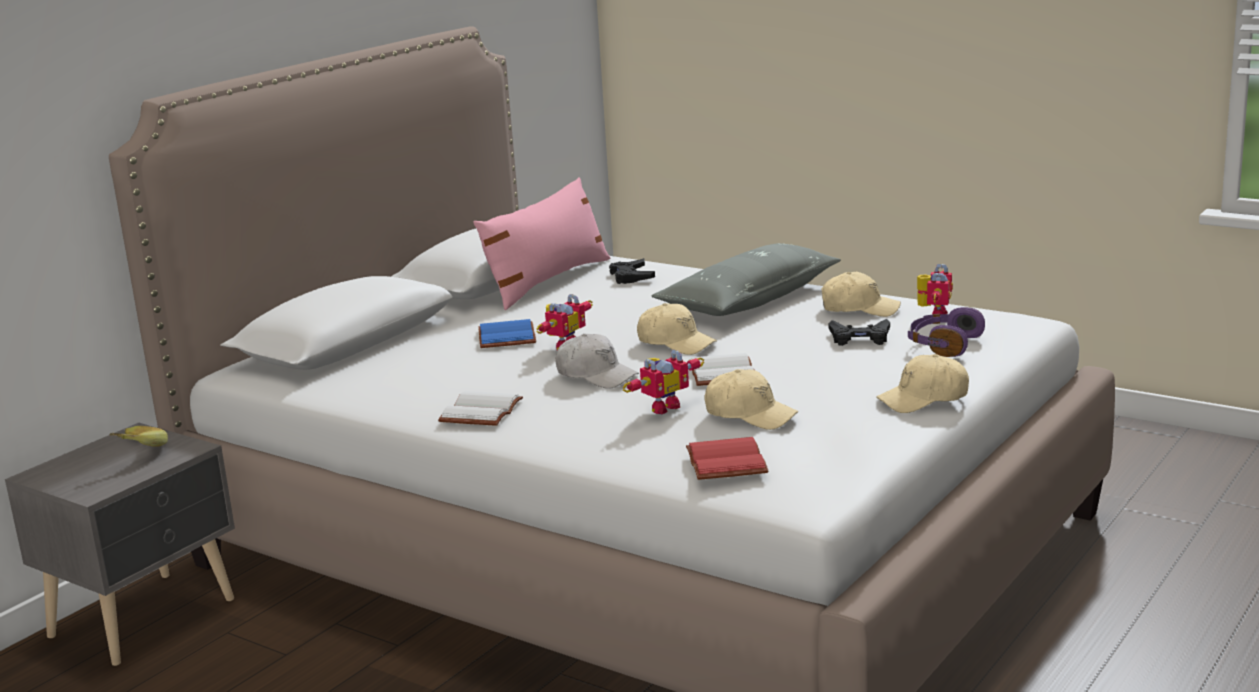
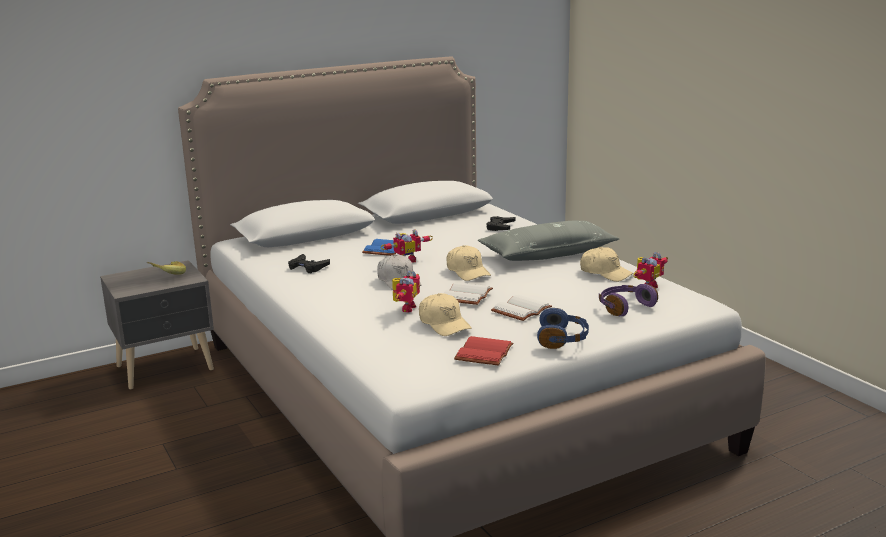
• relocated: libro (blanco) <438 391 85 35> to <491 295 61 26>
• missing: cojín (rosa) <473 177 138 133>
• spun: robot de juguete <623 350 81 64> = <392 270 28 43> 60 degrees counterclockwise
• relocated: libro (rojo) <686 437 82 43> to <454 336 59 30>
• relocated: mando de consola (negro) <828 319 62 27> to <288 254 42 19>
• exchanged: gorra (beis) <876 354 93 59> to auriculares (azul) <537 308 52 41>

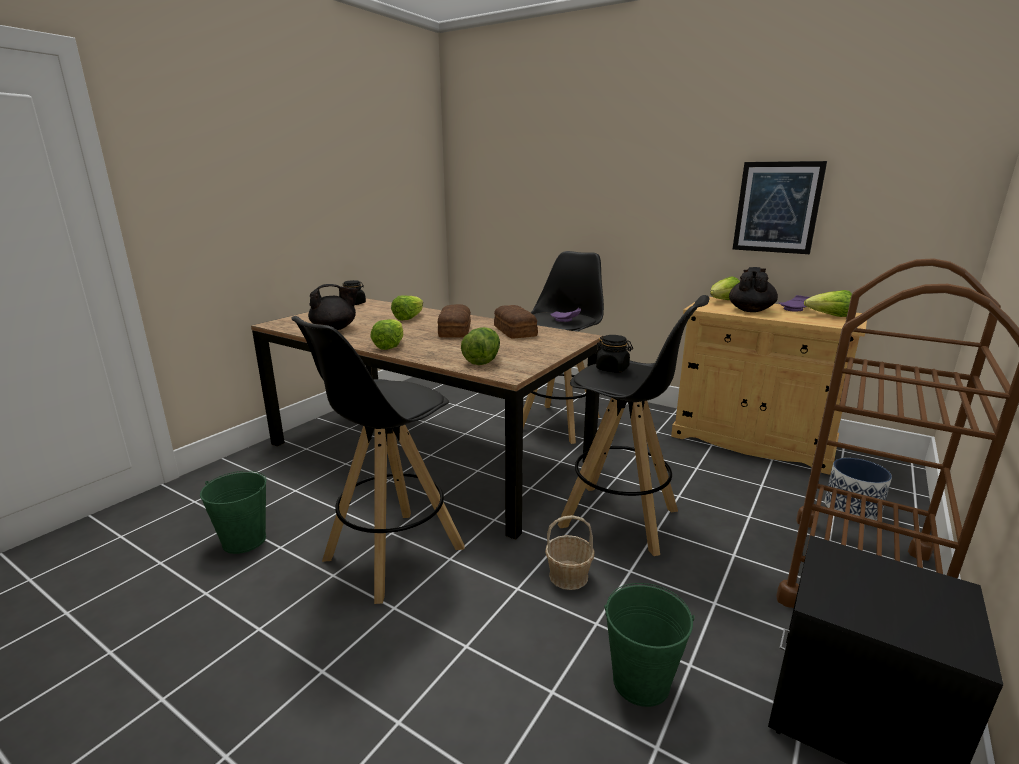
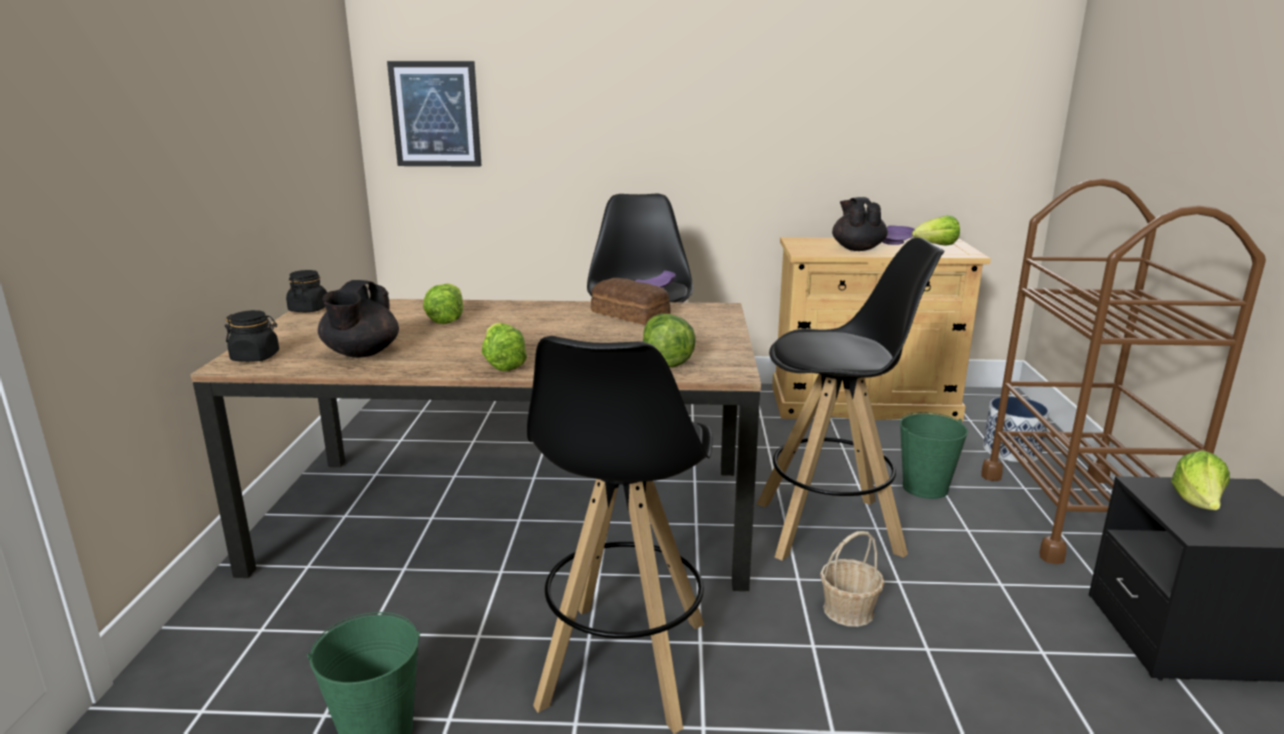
• spun: tetera (negro) <308 284 50 46> = <318 280 81 78> 150 degrees clockwise
• missing: pan <437 304 34 33>
• relocated: tarro (negro) <595 335 38 38> to <225 310 54 52>
• relocated: cubo (verde) <604 583 91 124> to <900 412 68 87>
• relocated: lechuga <710 276 30 24> to <1171 450 59 60>
• relocated: cuadro <733 161 94 93> to <387 61 95 106>

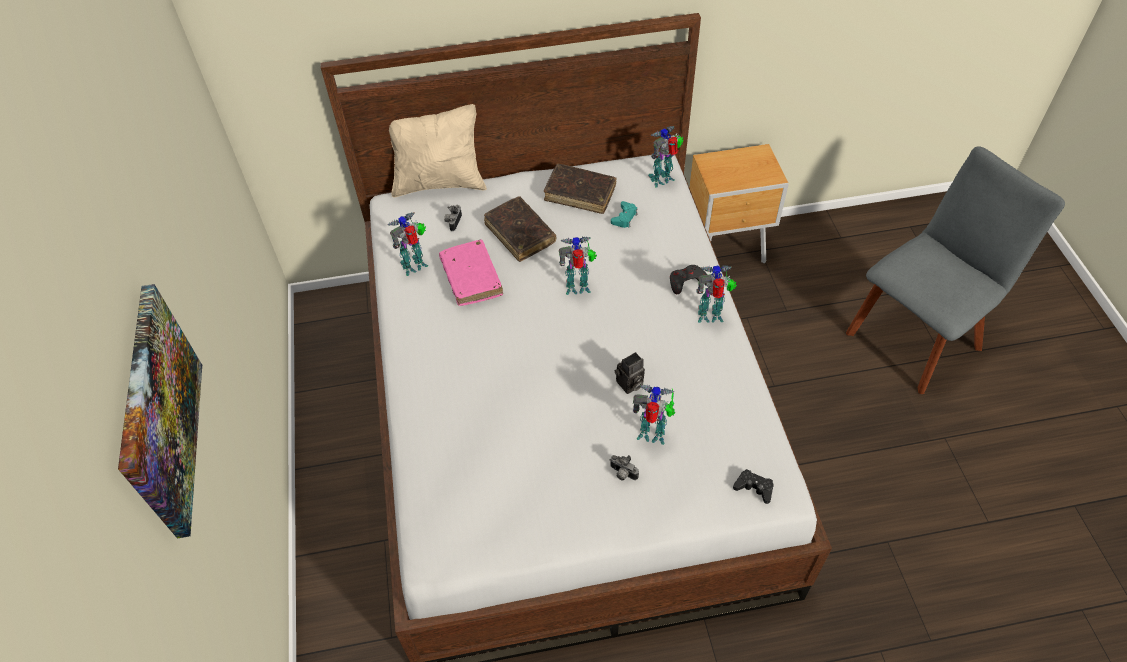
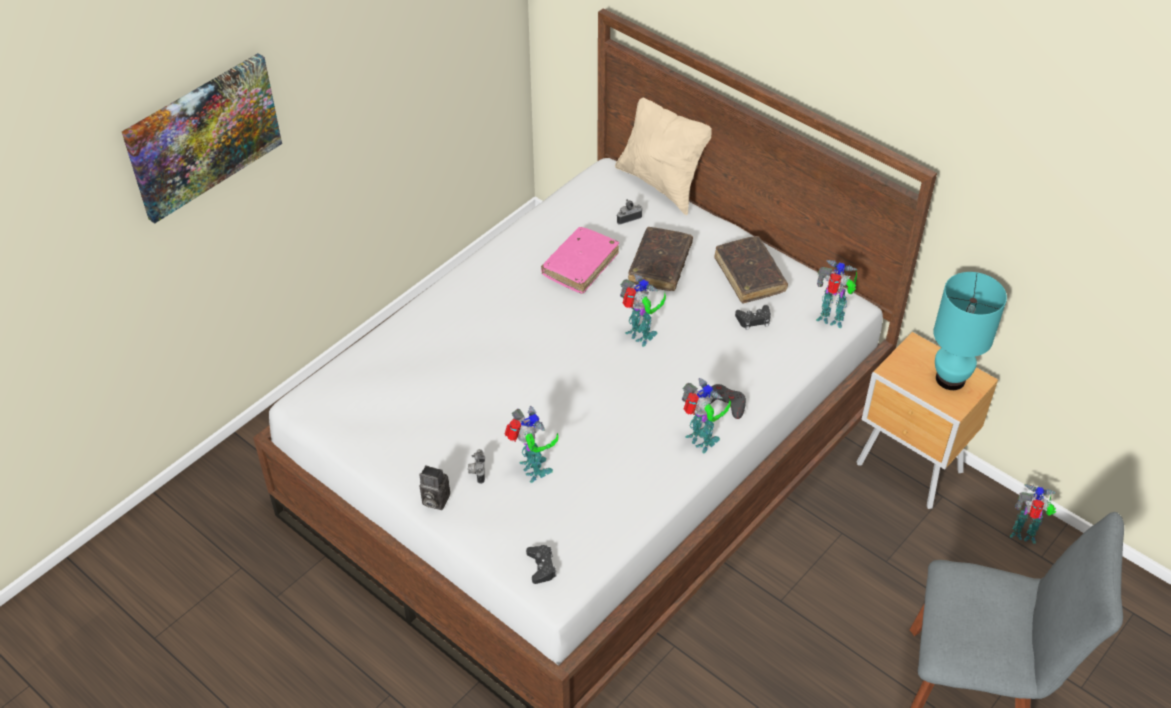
• relocated: robot de juguete <387 213 41 63> to <1010 484 46 60>
• colour: mando de consola (turquesa) <611 201 26 27> to mando de consola (negro) <735 305 36 25>
• relocated: cámara <615 352 30 42> to <420 465 30 45>
• appeared: lámpara de mesa (turquesa) <933 272 74 118>

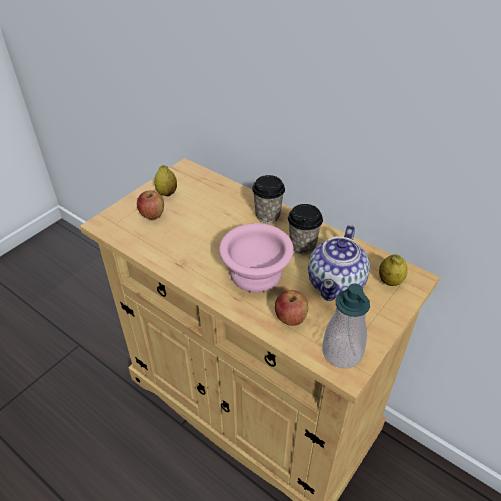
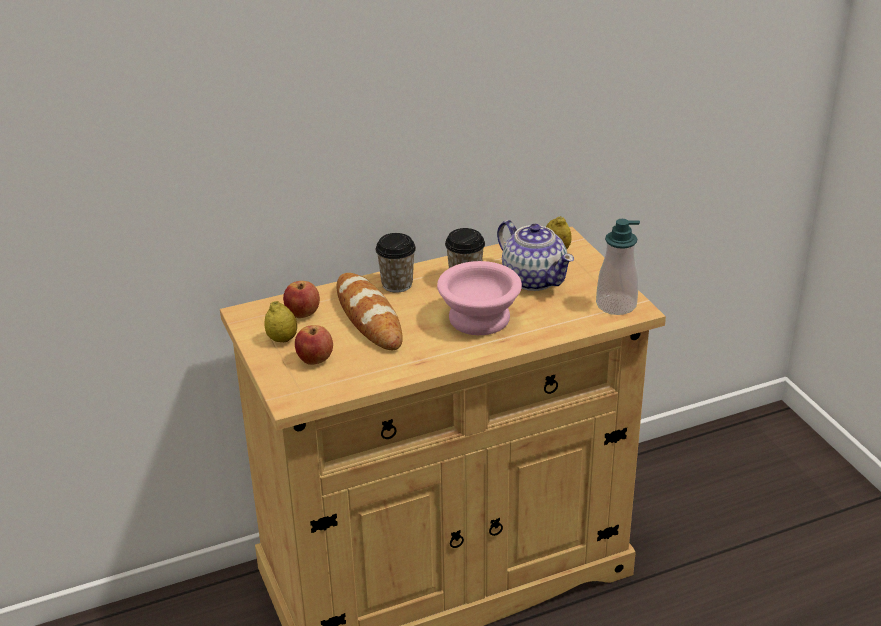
• relocated: manzana <275 290 33 36> to <283 281 37 37>
• appeared: pan <337 273 66 77>

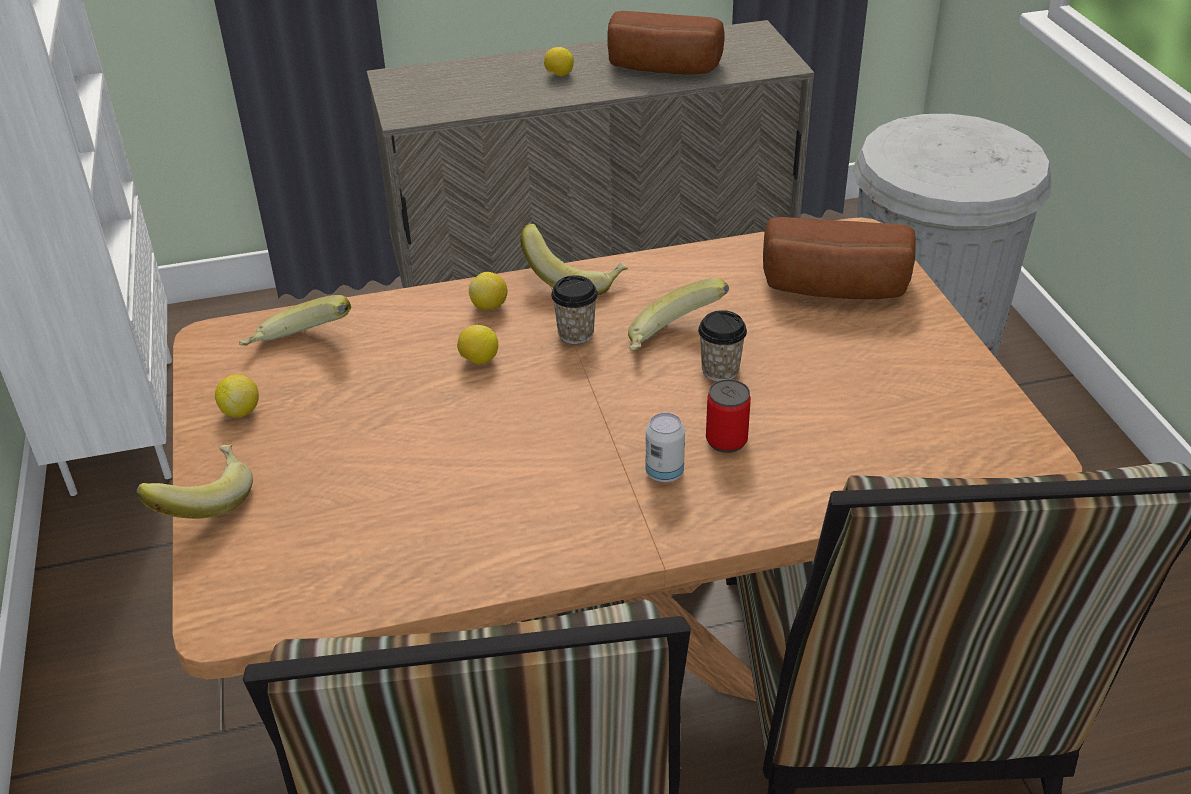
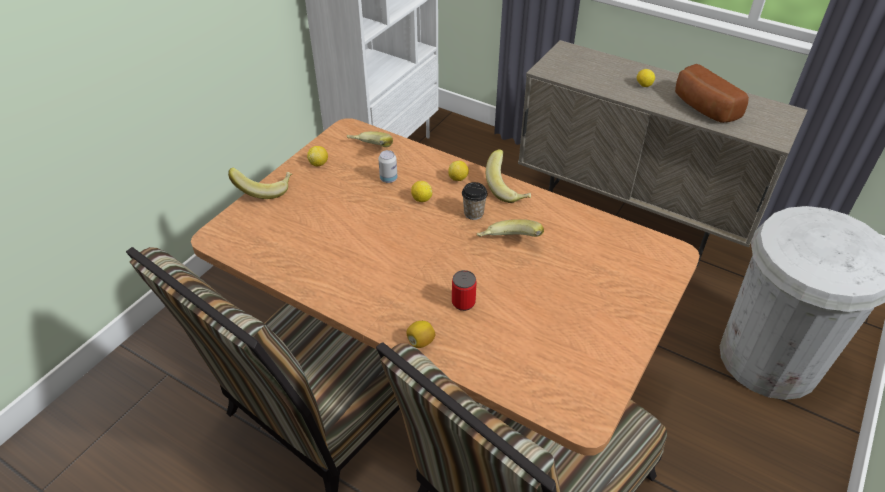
• relocated: lata <646 413 39 69> to <378 150 19 33>
• missing: taza <698 310 49 71>
• missing: pan <763 217 153 82>
• appeared: limón <406 321 29 27>

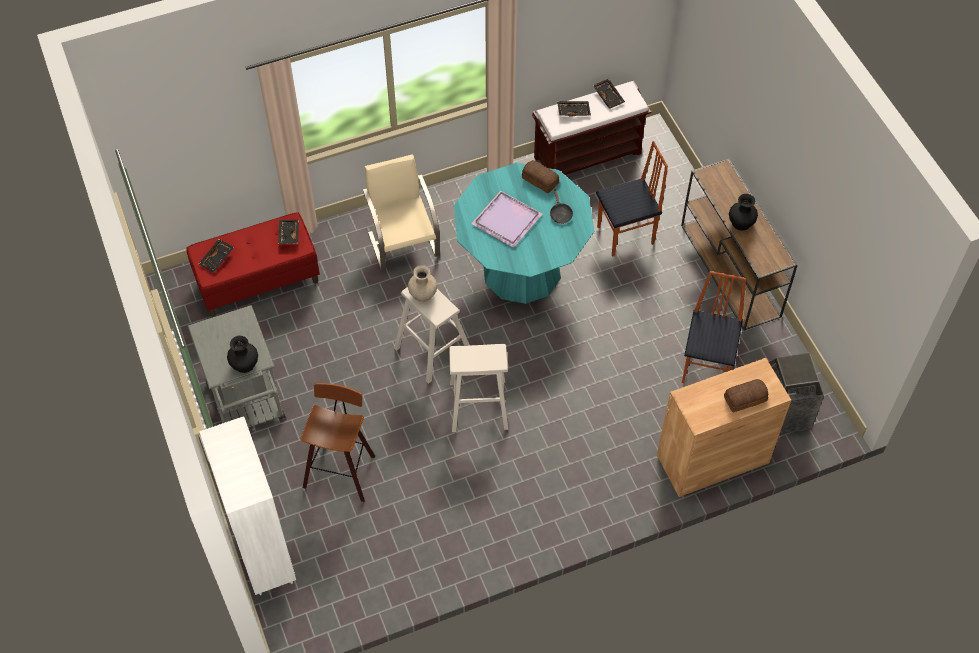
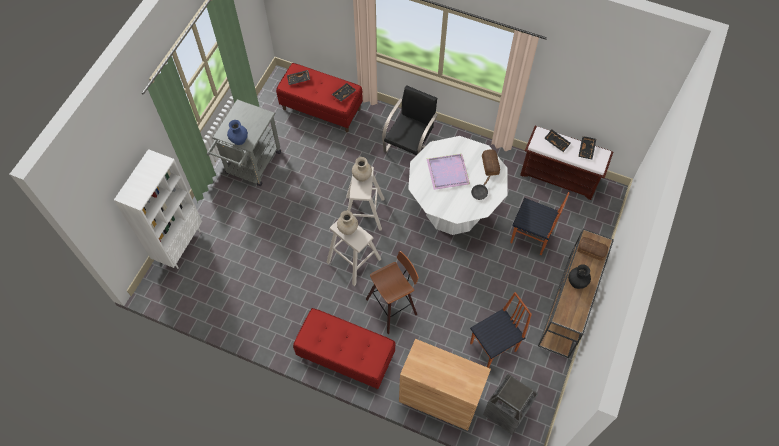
• colour: florero (negro) <227 336 31 37> to florero (azul) <227 120 21 25>
• relocated: taburete <301 383 74 119> to <366 251 53 83>
• colour: silla (beis) <363 154 77 117> to silla (negro) <382 85 56 70>
• colour: mesa de comedor (turquesa) <454 163 140 141> to mesa de comedor (blanco) <408 136 99 99>
• relocated: pan <724 379 44 34> to <577 237 31 24>
• appeared: banco (rojo) <293 308 103 81>
• appeared: florero (beis) <337 210 21 25>

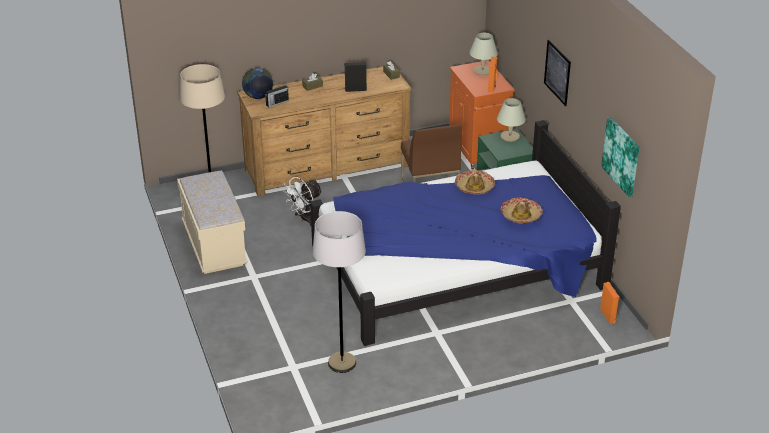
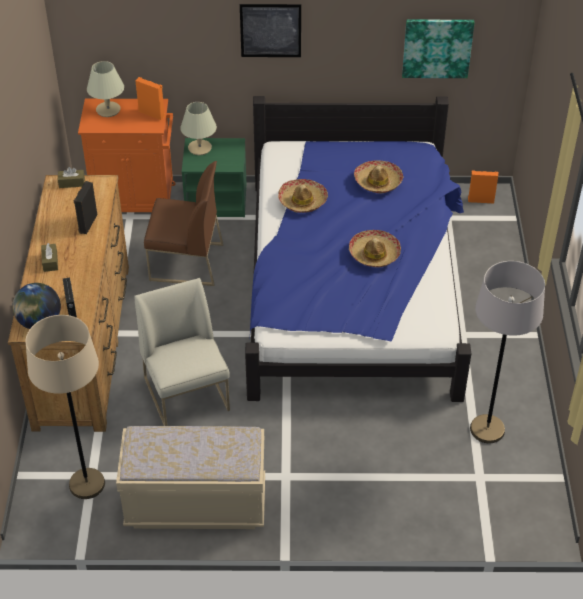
• exchanged: ventilador (blanco) <283 177 40 49> to silla (blanco) <135 278 95 148>
• appeared: sombrero <349 230 52 37>

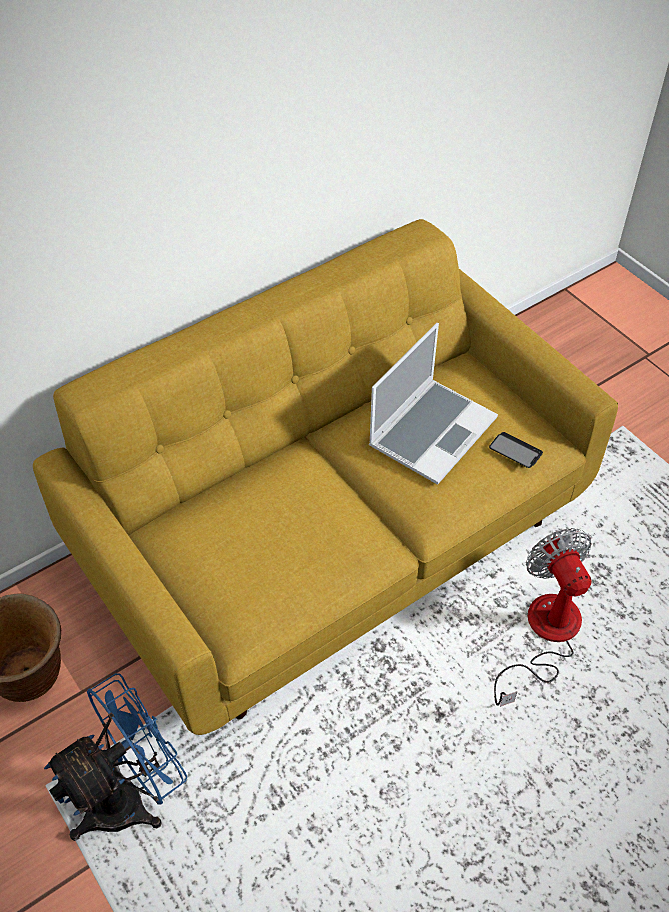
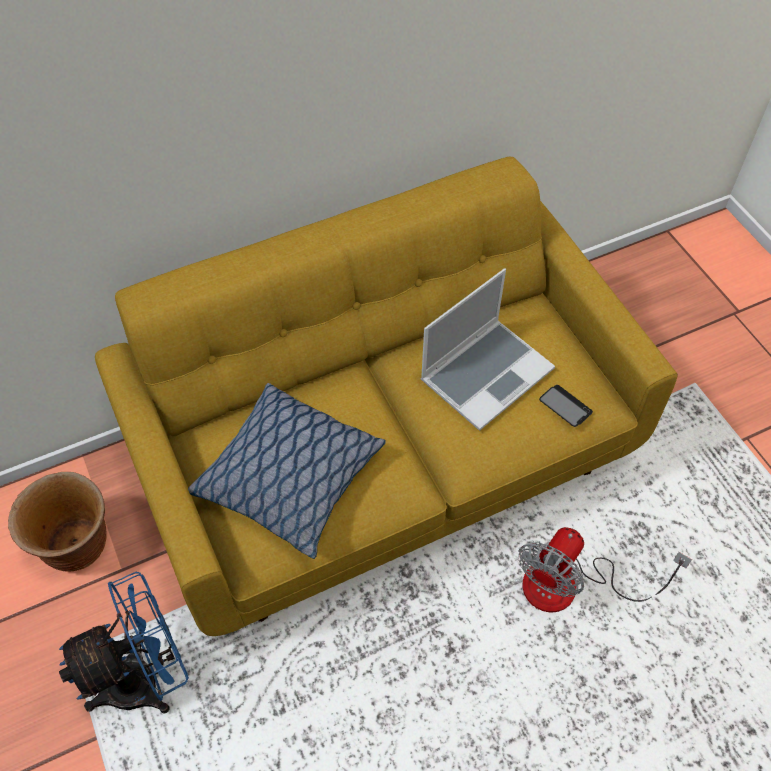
• spun: ventilador <494 528 98 179> = <518 527 174 85> 135 degrees counterclockwise
• appeared: cojín <188 383 198 176>

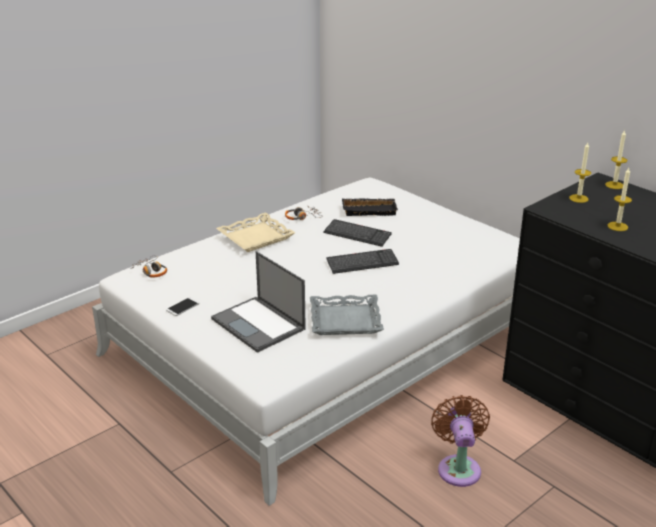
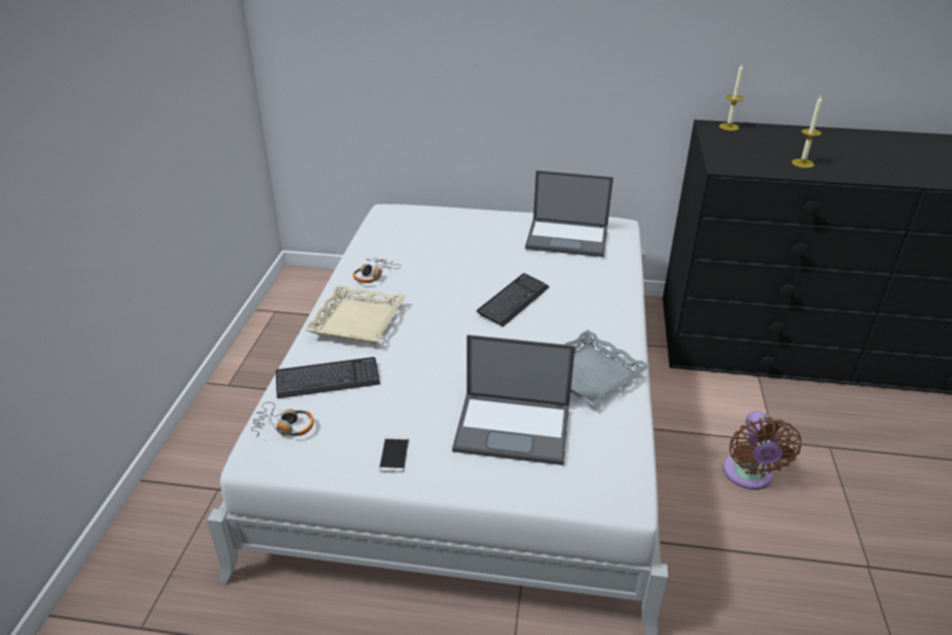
• relocated: teclado <323 219 69 28> to <276 357 104 41>
• missing: bandeja (negro) <342 198 56 18>
• spun: ventilador (marrón) <431 395 59 92> = <723 411 79 79> 135 degrees counterclockwise
• missing: vela <569 143 22 60>
• appeared: portátil <525 170 88 87>

